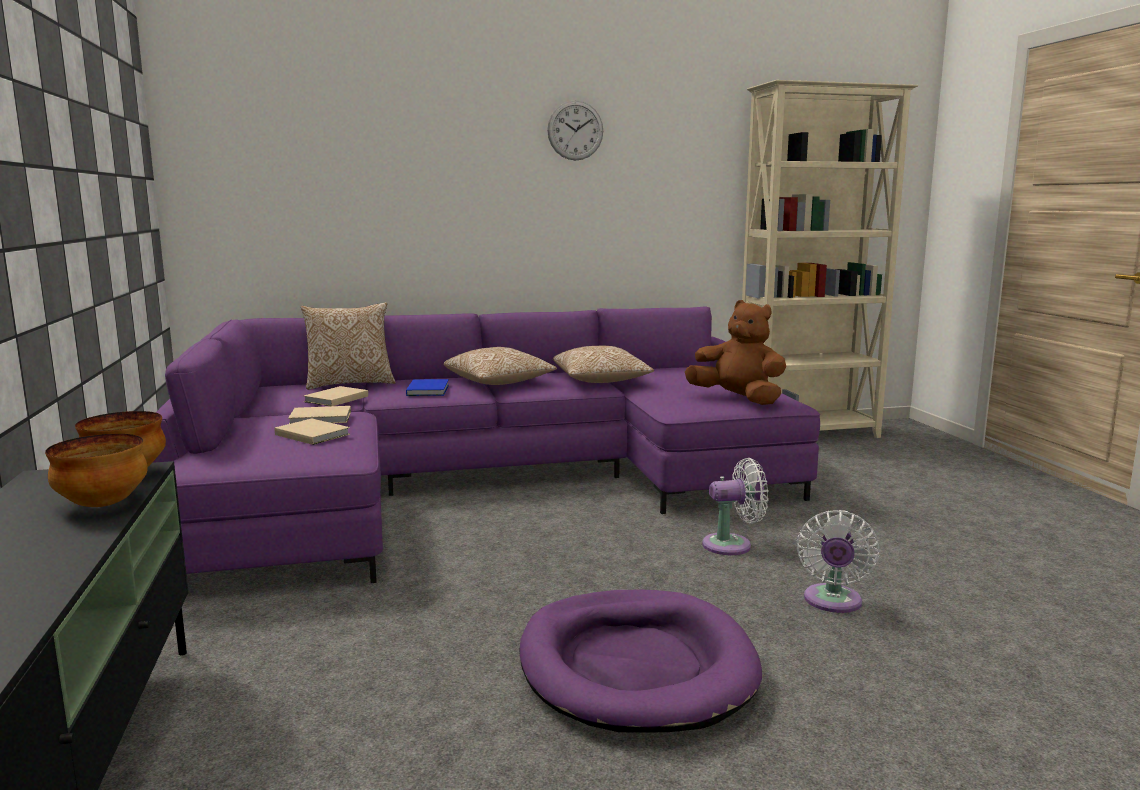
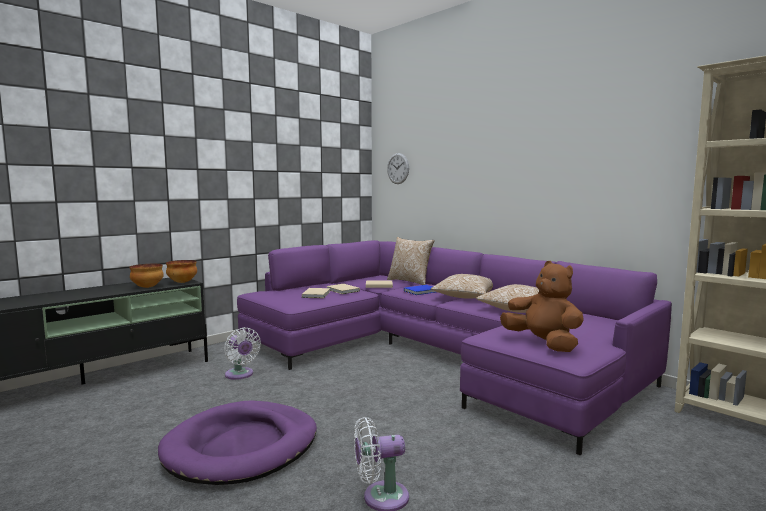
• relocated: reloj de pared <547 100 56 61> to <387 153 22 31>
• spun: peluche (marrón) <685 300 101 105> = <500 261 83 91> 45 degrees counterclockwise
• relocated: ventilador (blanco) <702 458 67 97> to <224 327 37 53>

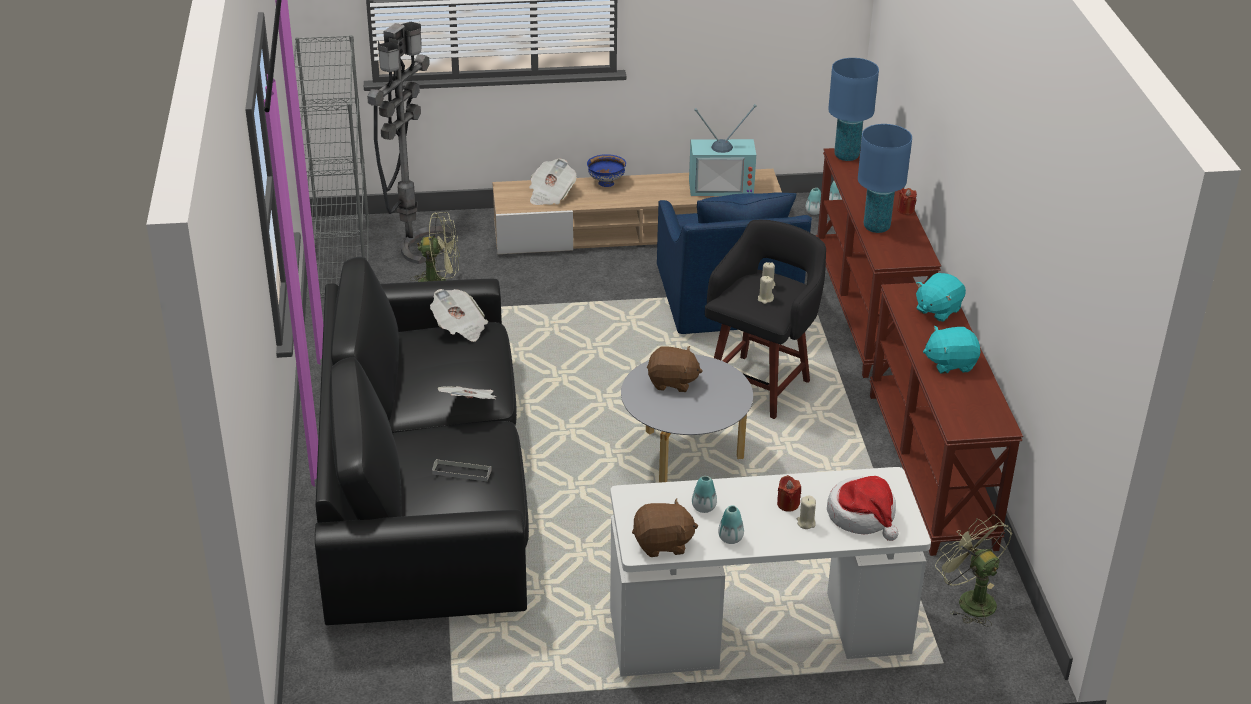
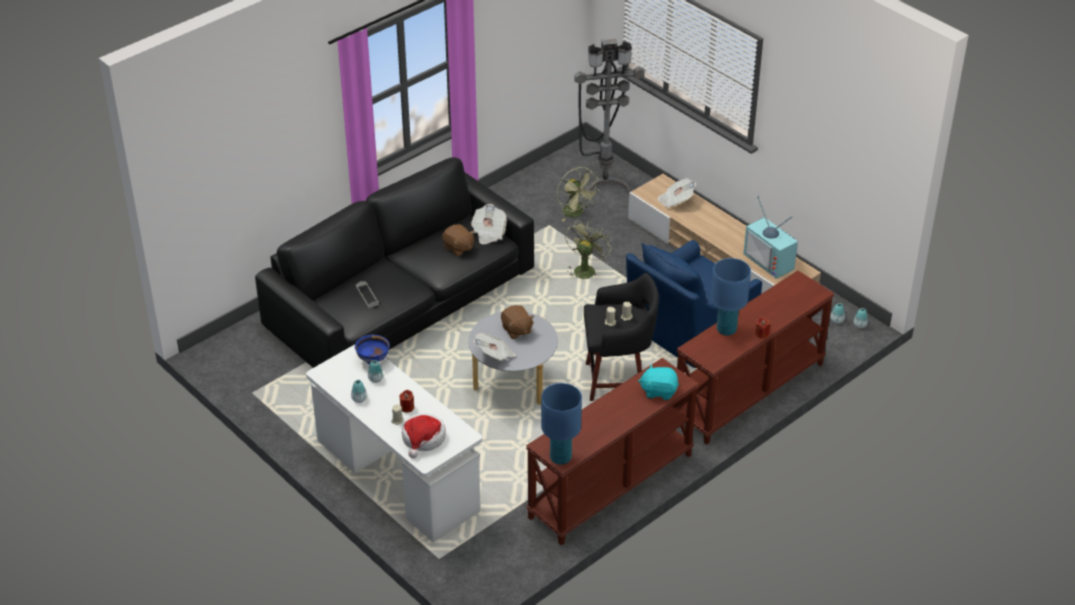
• missing: estantería (gris) <294 35 76 262>
• relocated: periódico <438 386 59 13> to <473 333 43 27>
• relocated: cuenco (azul) <587 154 39 33> to <355 335 35 29>
• relocated: peluche (marrón) <632 498 66 59> to <442 224 33 32>
• relocated: lámpara de mesa (azul) <828 58 51 103> to <541 383 41 82>
• missing: peluche (turquesa) <923 326 58 48>
• relocated: ventilador (verde) <935 515 77 112> to <565 221 47 58>

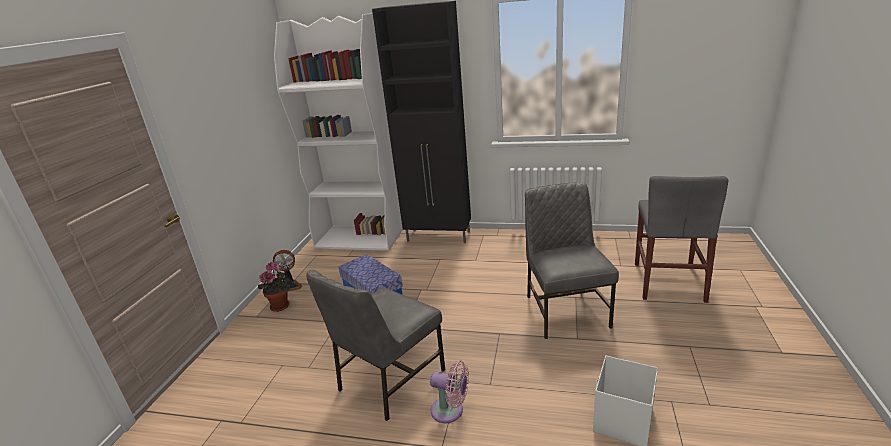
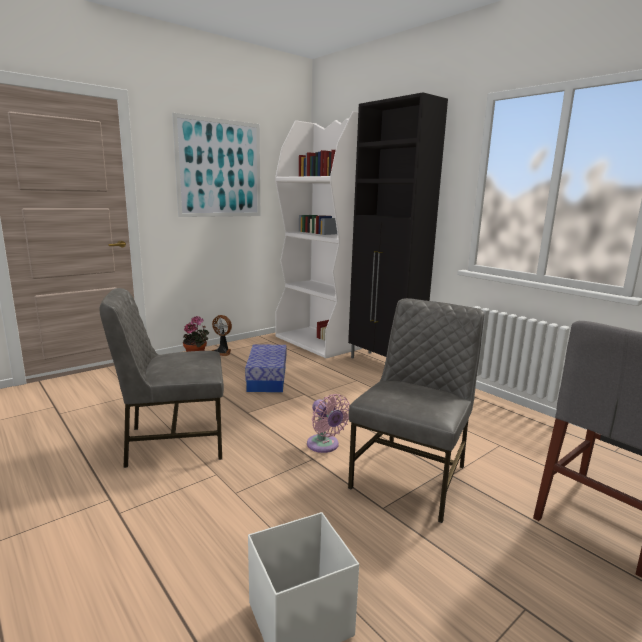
• relocated: ventilador (rosa) <430 361 39 62> to <307 394 43 59>
• appeared: cuadro <172 113 88 104>

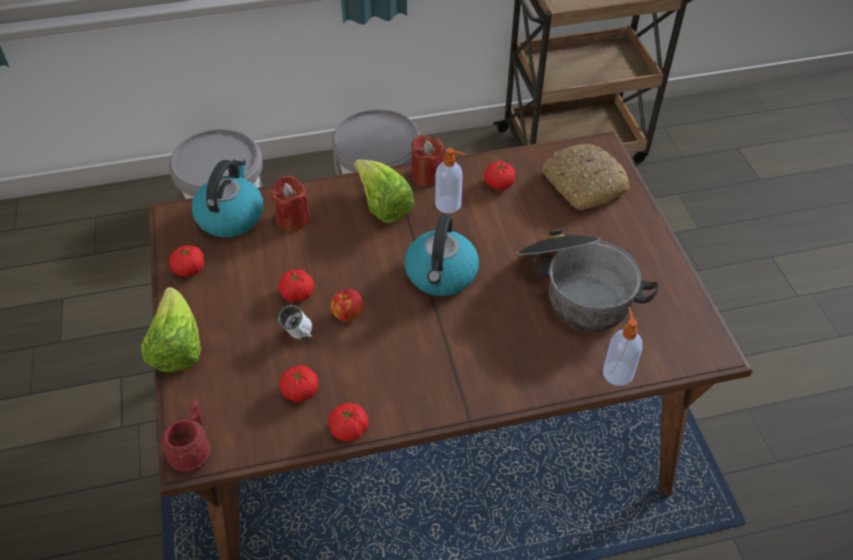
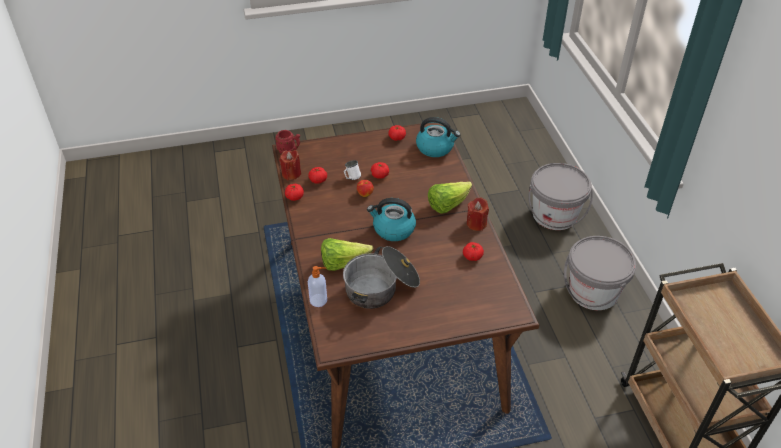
• relocated: lechuga <141 287 60 85> to <321 238 52 33>
• relocated: vela (rojo) <270 175 41 56> to <279 150 23 30>
• missing: dispensador de jabón <435 148 30 65>
• missing: pan <542 144 88 66>

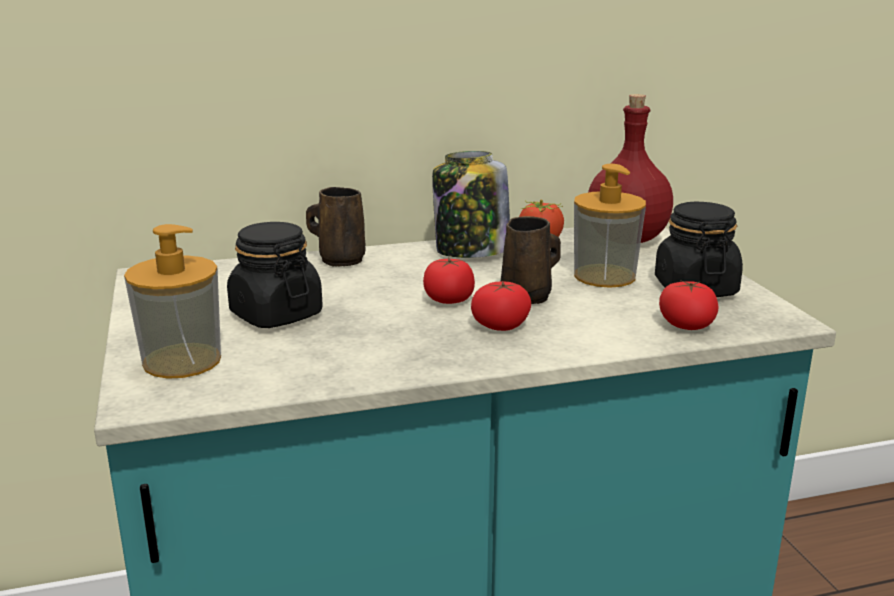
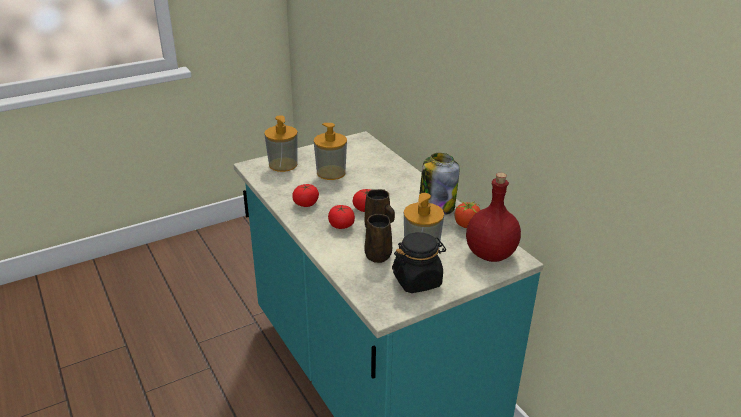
• exchanged: tarro (negro) <227 222 96 106> to dispensador de jabón <314 123 33 57>
• relocated: taza grande (marrón) <306 187 60 80> to <364 214 28 49>
• relocated: tomate <659 281 60 49> to <292 184 27 23>

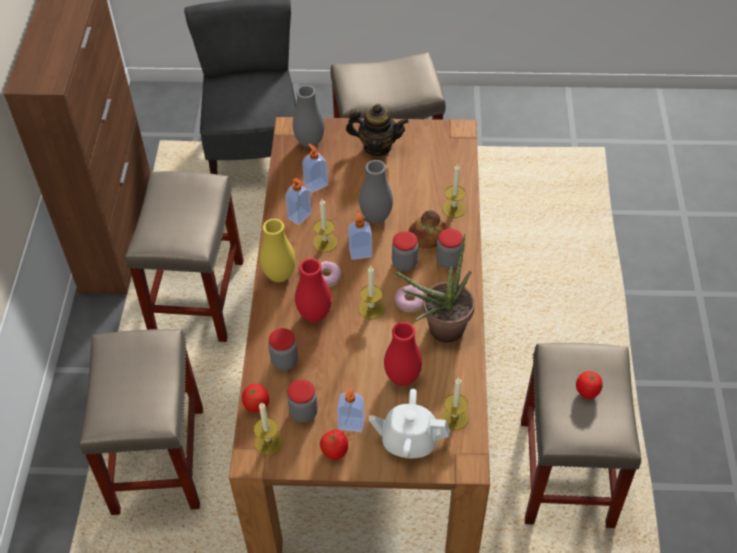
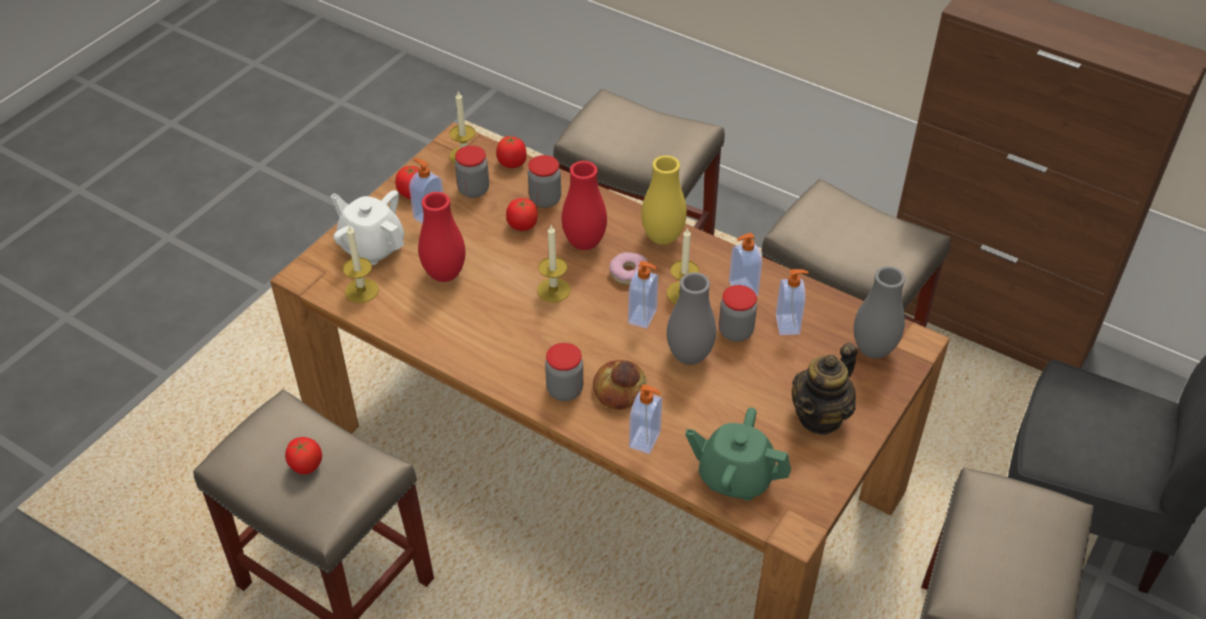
• spun: tetera (blanco) <369 389 81 69> = <330 190 74 75> 90 degrees counterclockwise
• relocated: tarro <392 231 26 41> to <719 285 38 57>
• missing: planta en maceta <394 233 81 109>
• missing: rosquilla <395 285 30 28>
• exchanged: vela <442 164 24 54> to dispensador de jabón <629 384 33 70>
• appeared: tomate <506 198 32 33>
• appeared: tetera (verde) <685 408 106 93>

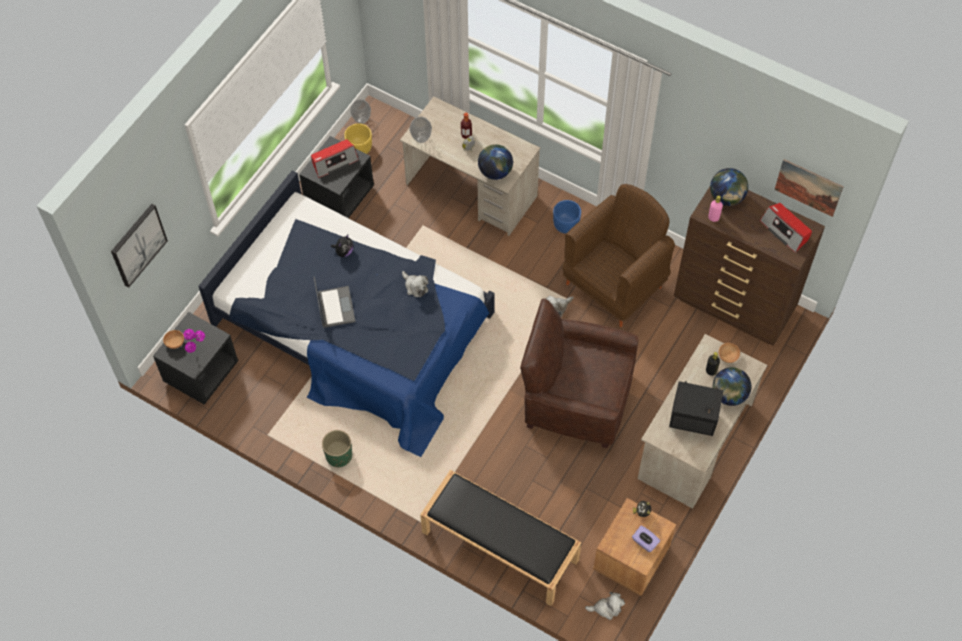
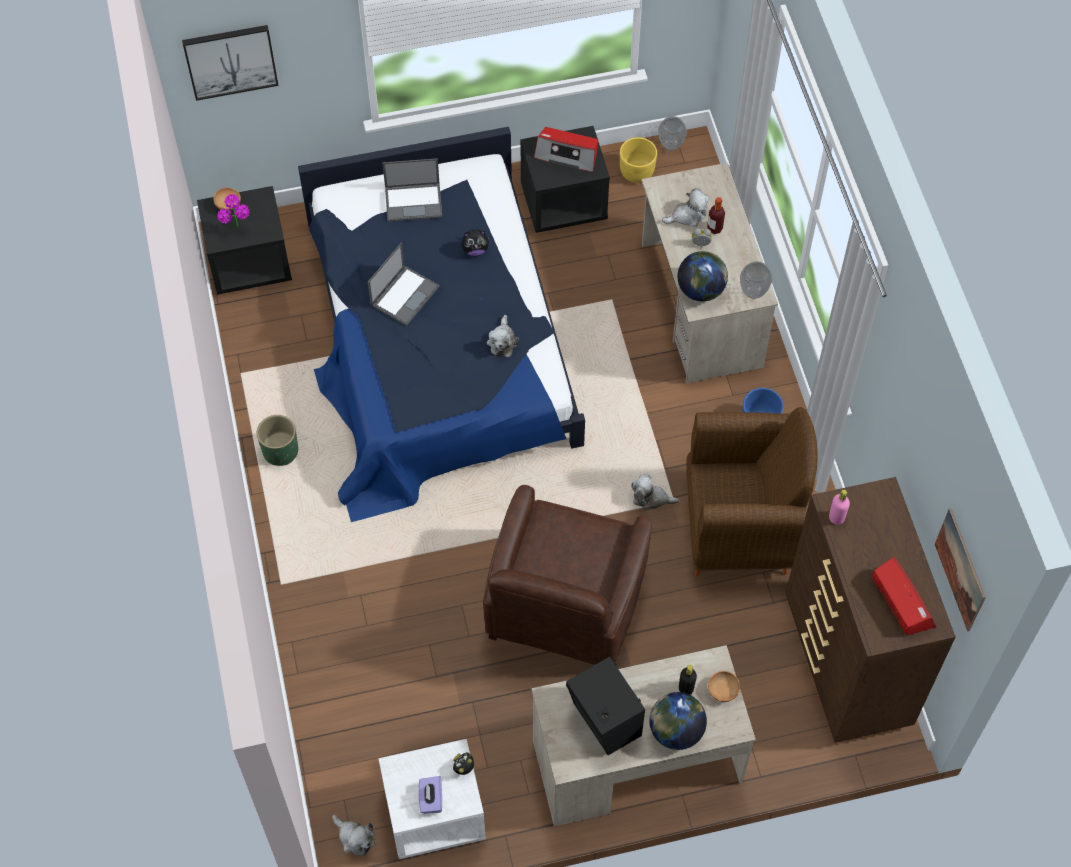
• relocated: florero <409 117 23 26> to <740 261 32 38>
• missing: banco (negro) <420 470 162 136>
• spun: sillón (marrón) <520 299 118 149> = <483 485 169 180> 135 degrees counterclockwise
• colour: mesita de noche (marrón) <593 498 83 98> to mesita de noche (blanco) <378 739 108 120>
• missing: globo terráqueo <710 168 38 38>
• spun: radio <760 203 52 50> = <872 556 64 79> 150 degrees clockwise
• appeared: portátil <382 158 60 64>
• appeared: peluche <662 188 48 39>

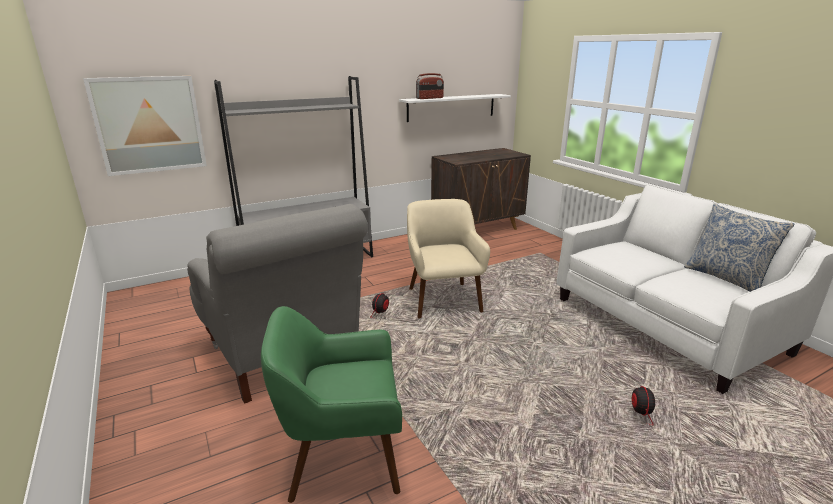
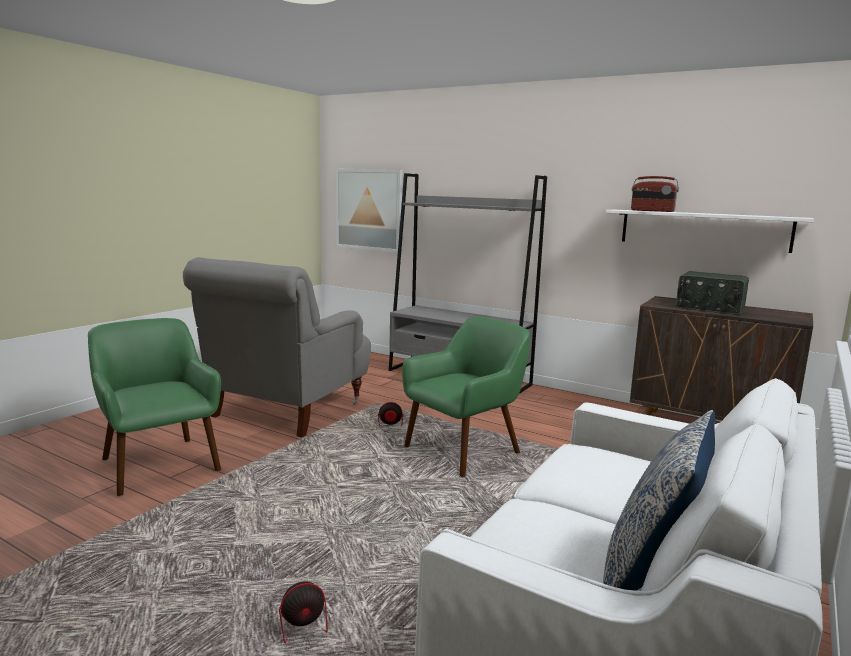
• colour: sillón (beis) <407 199 83 120> to sillón (verde) <402 316 128 161>
• appeared: radio <676 271 73 44>

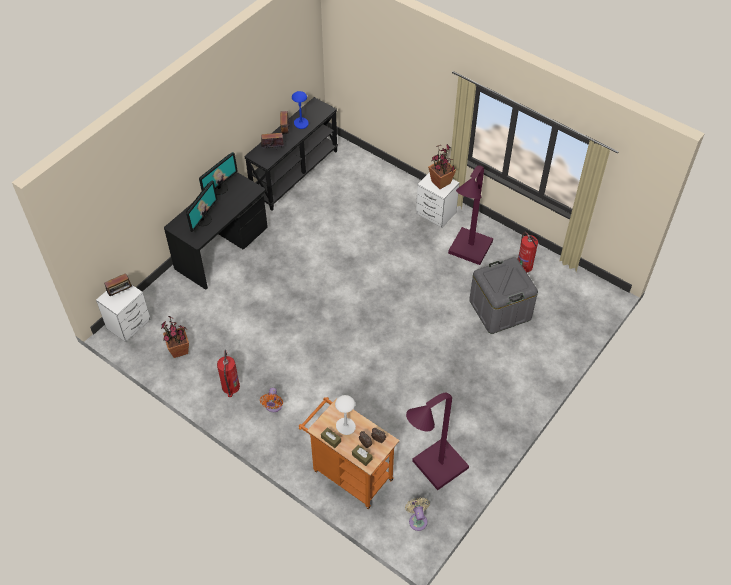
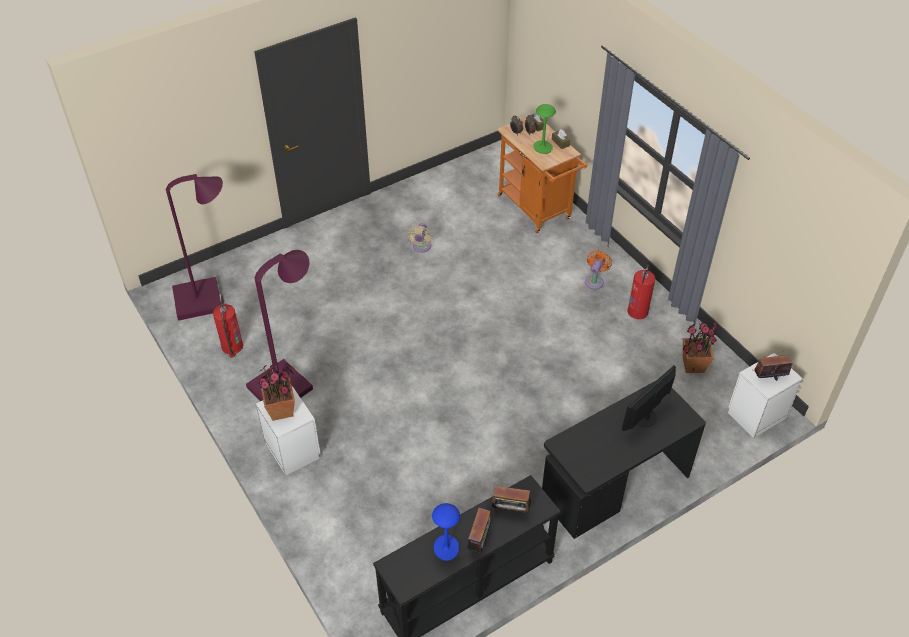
• missing: monitor <199 152 39 43>
• colour: lámpara de mesa (blanco) <335 395 21 40> to lámpara de mesa (verde) <533 104 23 50>
• relocated: ventilador (beis) <405 498 25 33> to <408 223 25 29>
• relocated: lámpara de pie (morado) <406 392 63 98> to <166 174 57 147>
• missing: caja de almacenaje (gris) <469 257 69 77>

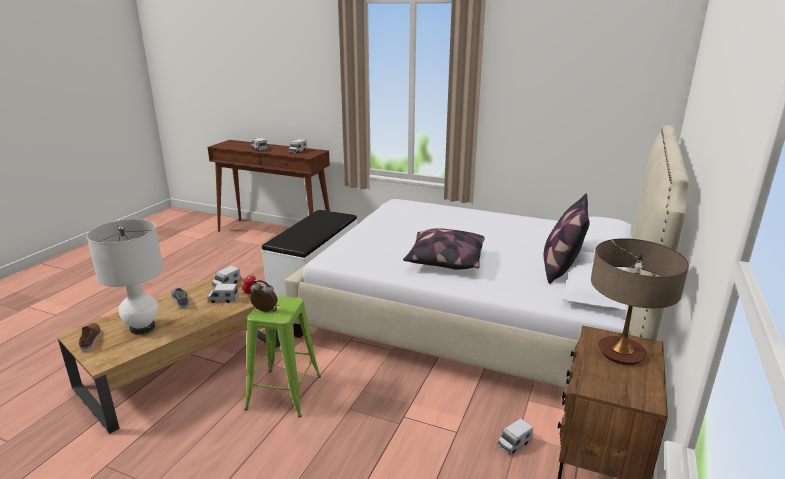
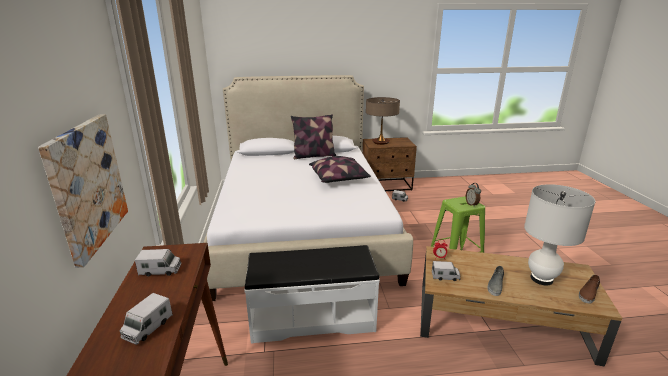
• missing: camión de juguete <207 284 31 19>
• appeared: cuadro <38 114 90 154>

